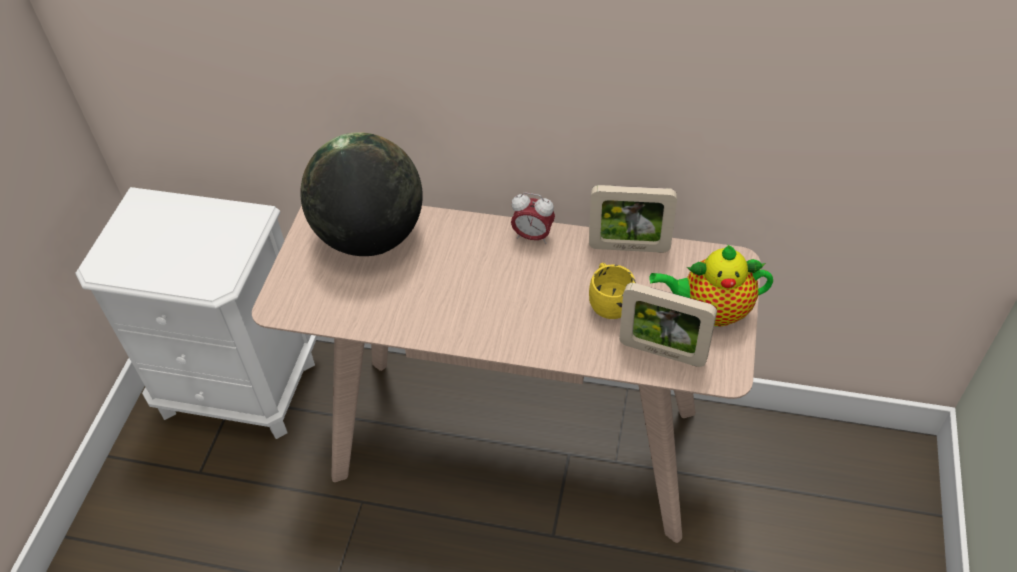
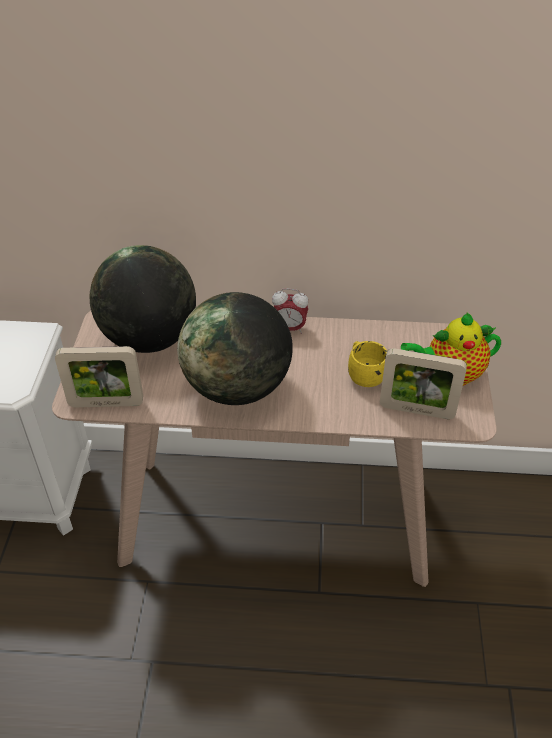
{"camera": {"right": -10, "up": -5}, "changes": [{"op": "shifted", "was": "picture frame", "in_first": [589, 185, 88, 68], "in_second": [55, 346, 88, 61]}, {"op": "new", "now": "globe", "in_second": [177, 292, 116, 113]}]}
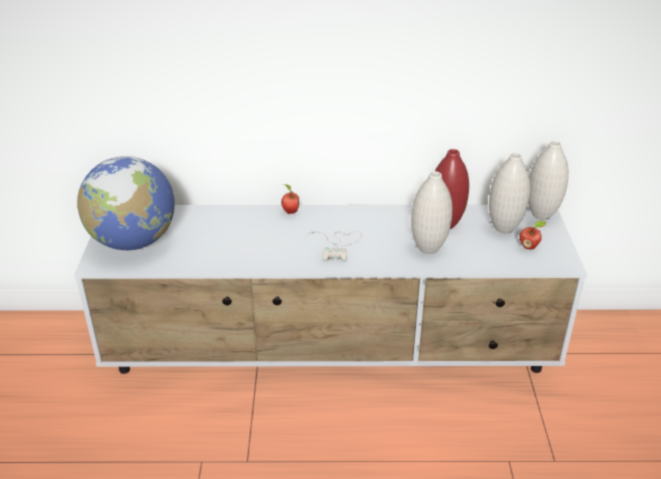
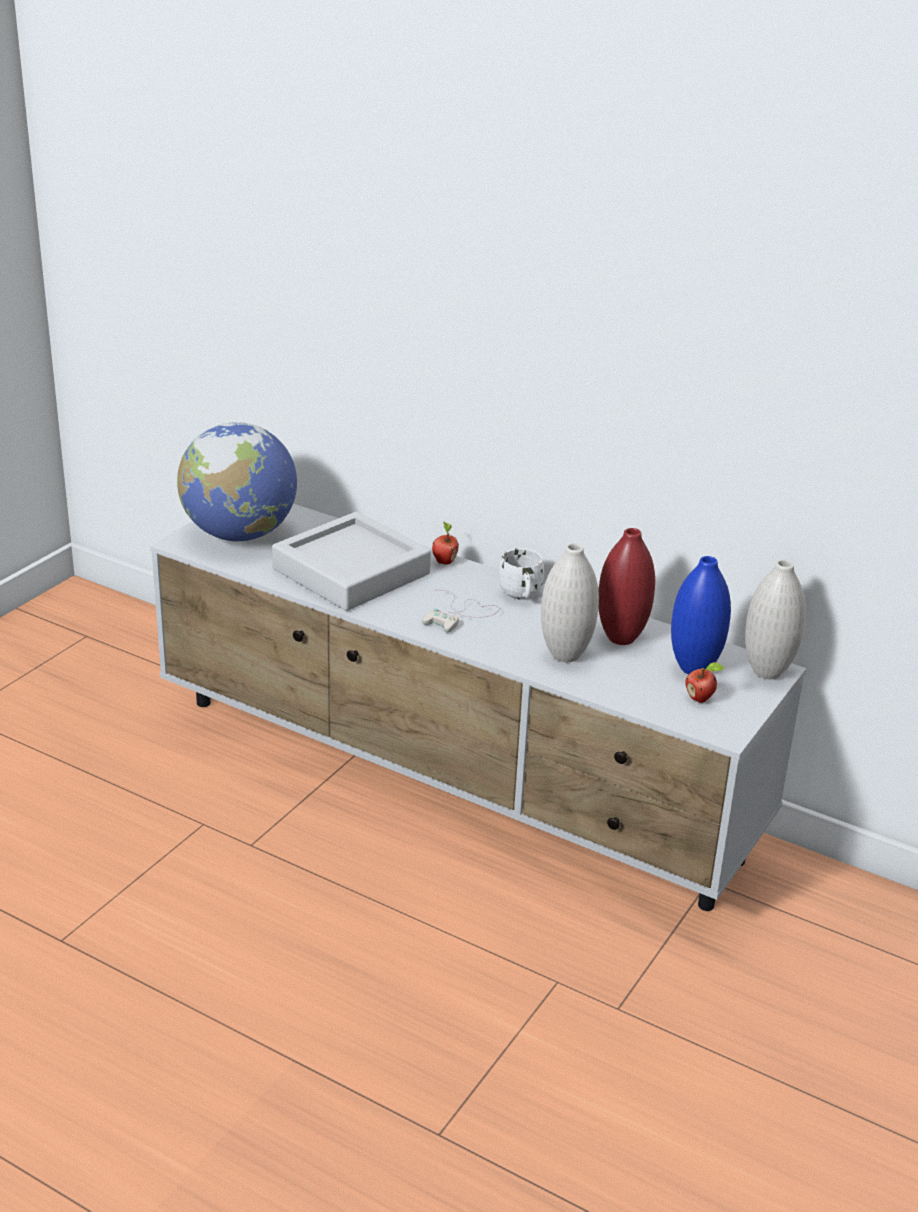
{"camera": {"right": 30, "up": -5}, "changes": [{"op": "new", "now": "grey carrying tray", "in_second": [272, 512, 159, 99]}, {"op": "new", "now": "whitish mug", "in_second": [499, 548, 45, 52]}, {"op": "repainted", "was": "whitish vase", "now": "bluish vase", "in_first": [489, 153, 41, 80], "in_second": [671, 556, 60, 118]}]}
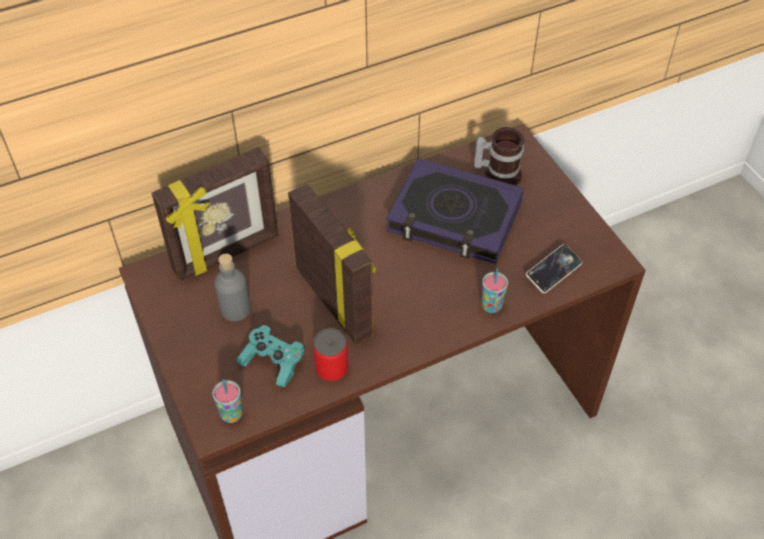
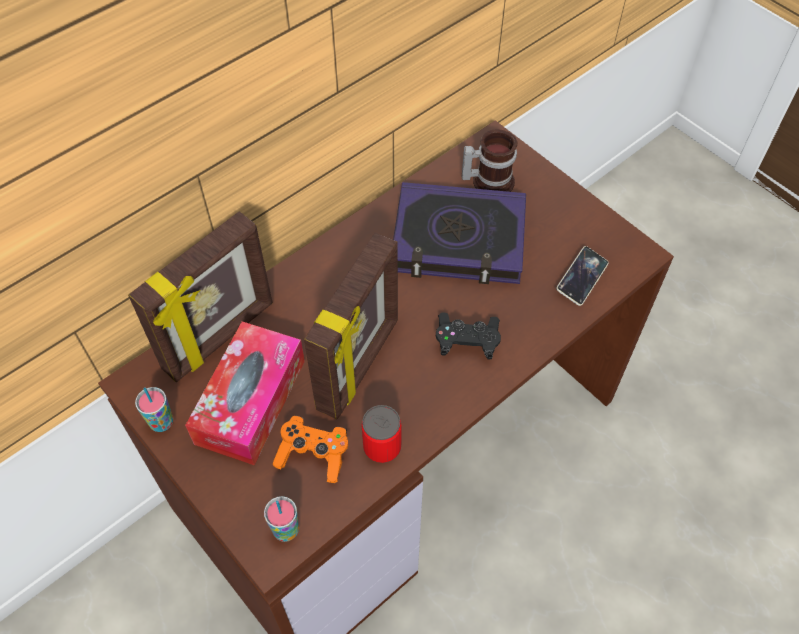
{"camera": {"right": -15, "up": 5}, "changes": [{"op": "shifted", "was": "small cup", "in_first": [482, 268, 26, 45], "in_second": [135, 387, 38, 45]}, {"op": "swapped", "was": "grey beverage bottle", "now": "tissue holder", "in_first": [214, 254, 37, 68], "in_second": [185, 321, 120, 144]}, {"op": "repainted", "was": "blue-green game controller", "now": "orange-coloured game controller", "in_first": [236, 325, 69, 62], "in_second": [272, 415, 76, 68]}, {"op": "rotated", "was": "picture frame", "in_first": [288, 184, 88, 160], "in_second": [304, 233, 94, 186], "clockwise": 75}, {"op": "new", "now": "black game controller", "in_second": [436, 312, 65, 48]}]}
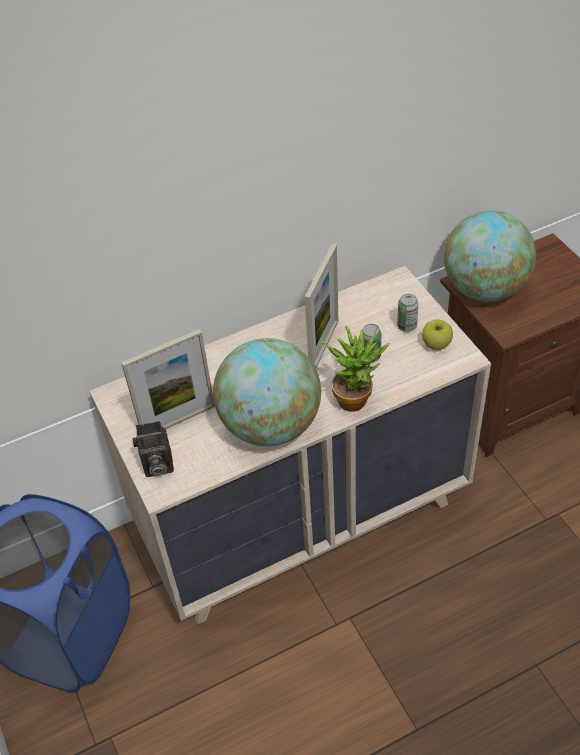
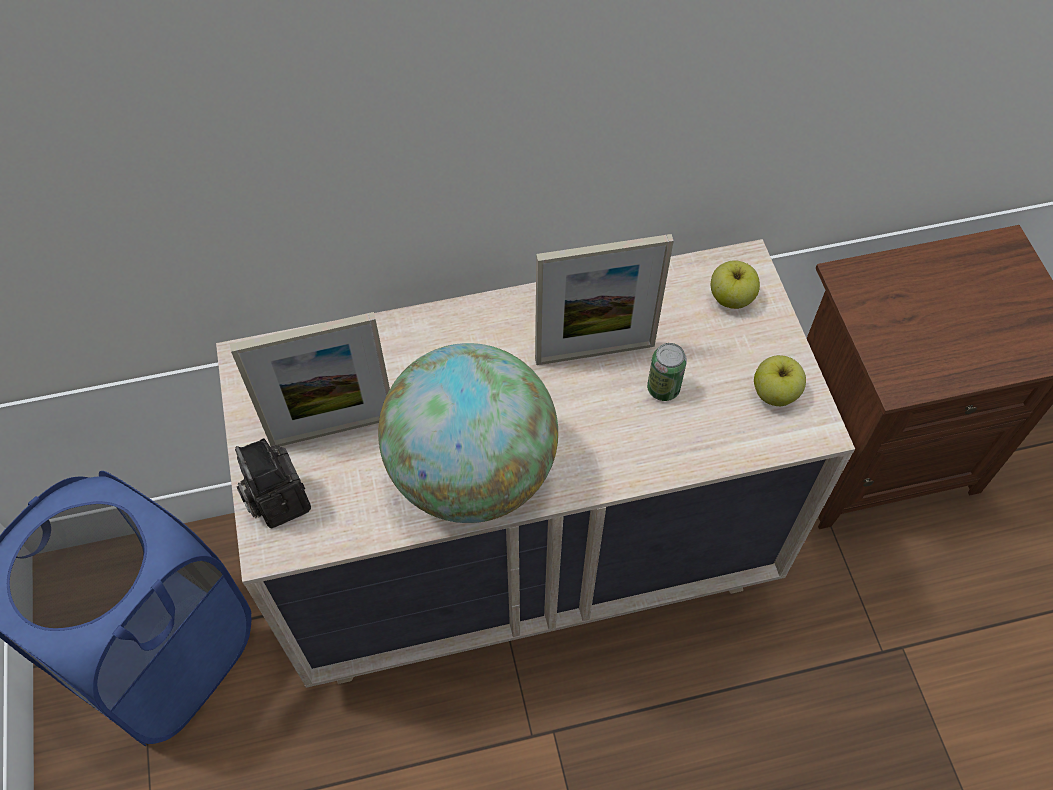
{"camera": {"right": 10, "up": 10}, "changes": [{"op": "rotated", "was": "still camera", "in_first": [133, 421, 41, 56], "in_second": [235, 438, 76, 90], "clockwise": 60}, {"op": "rotated", "was": "picture frame", "in_first": [305, 244, 33, 124], "in_second": [535, 234, 139, 131], "clockwise": 45}, {"op": "new", "now": "whole apple", "in_second": [711, 261, 49, 48]}, {"op": "gone", "was": "plant in a pot", "in_first": [320, 326, 69, 86]}, {"op": "gone", "was": "sealed can", "in_first": [397, 294, 22, 38]}, {"op": "gone", "was": "globe", "in_first": [444, 211, 92, 91]}]}
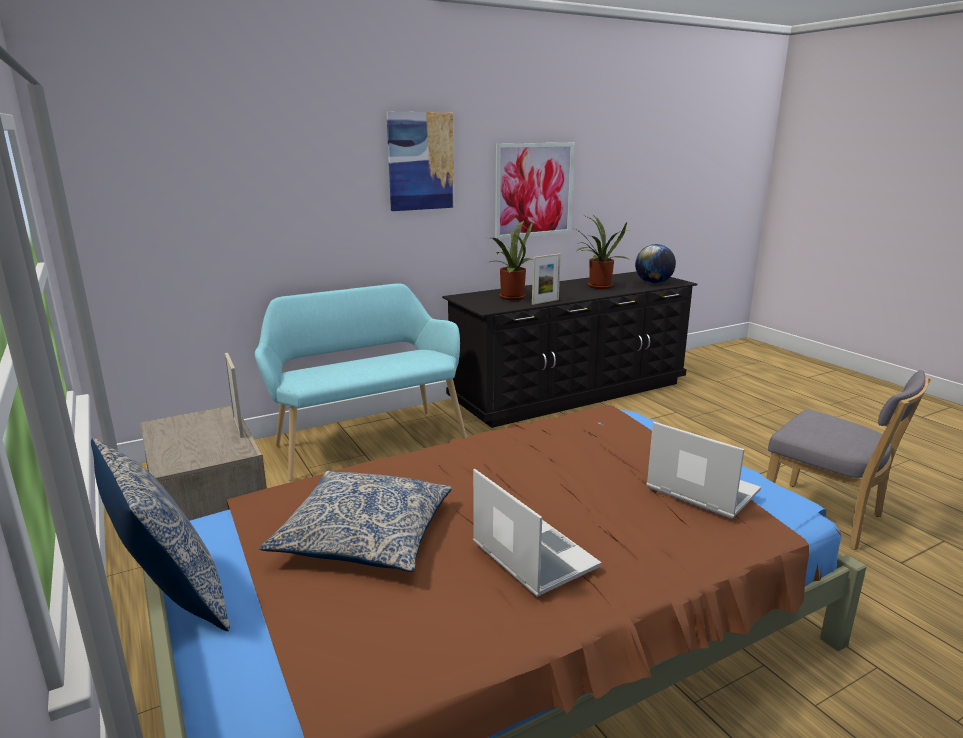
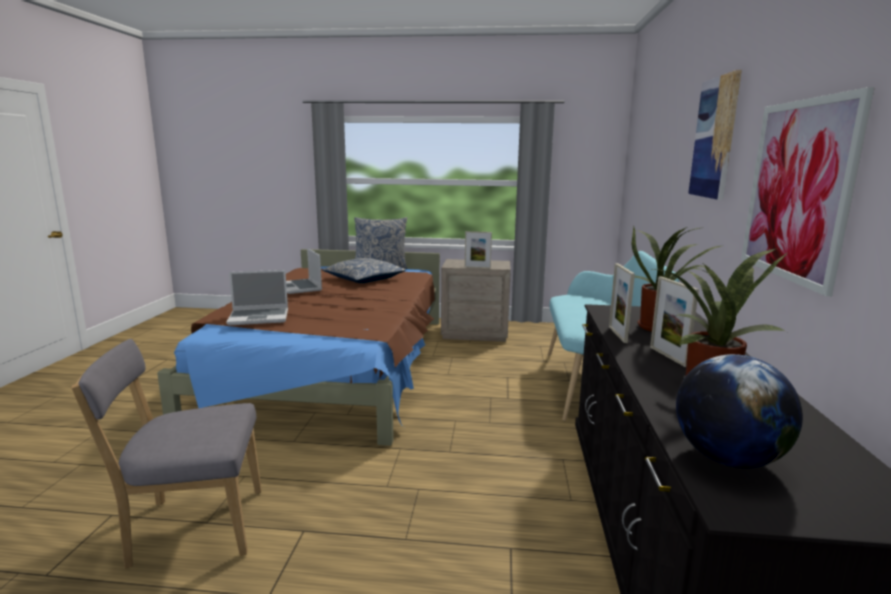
{"camera": {"right": 125, "up": -5}, "changes": [{"op": "rotated", "was": "laptop", "in_first": [473, 469, 129, 128], "in_second": [286, 248, 36, 46], "clockwise": 60}, {"op": "new", "now": "picture frame", "in_second": [650, 276, 49, 91]}]}
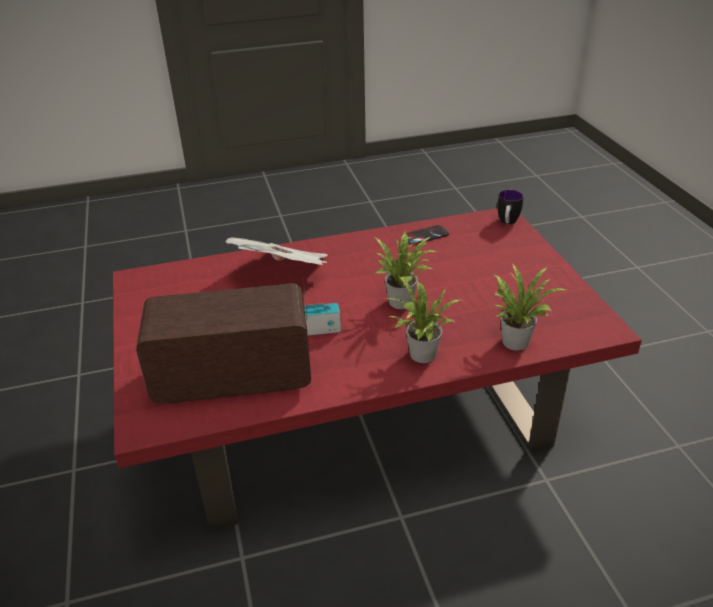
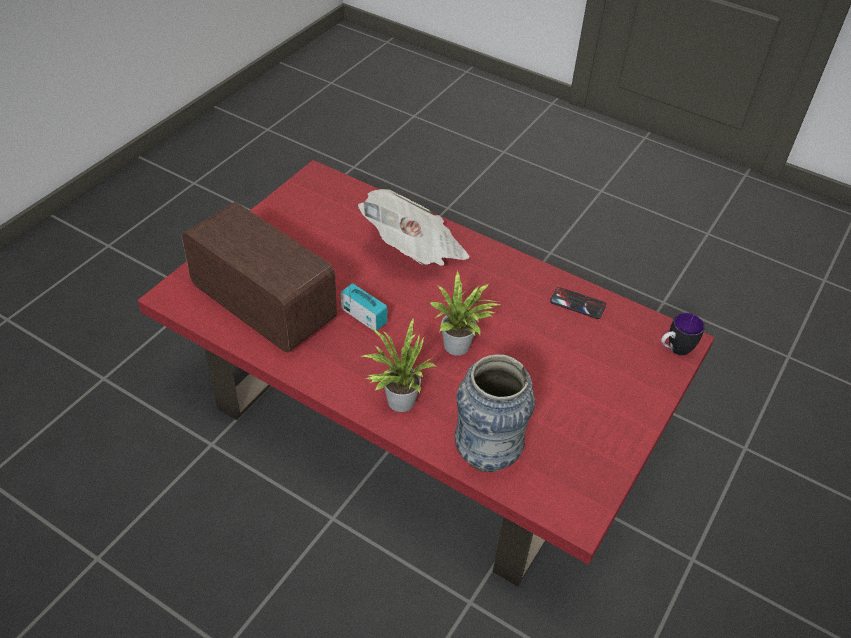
{"camera": {"right": 45, "up": 10}, "changes": [{"op": "swapped", "was": "plant in a pot", "now": "vase", "in_first": [493, 263, 74, 87], "in_second": [455, 354, 80, 118]}]}
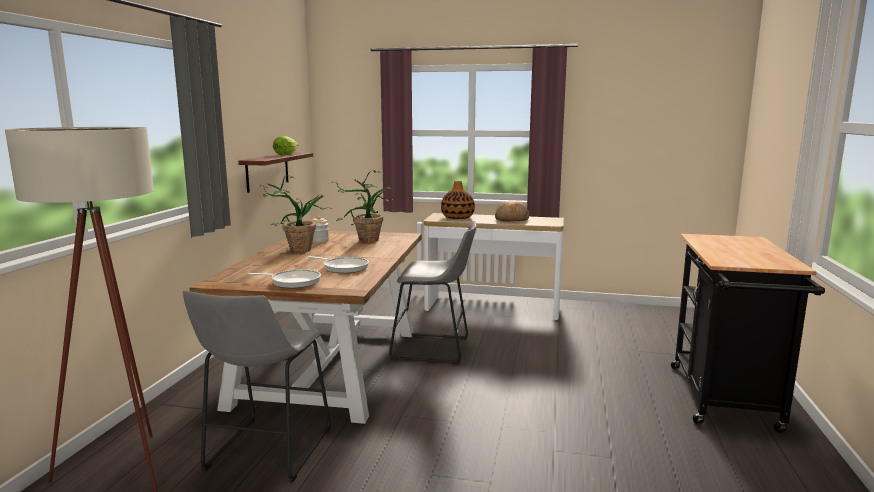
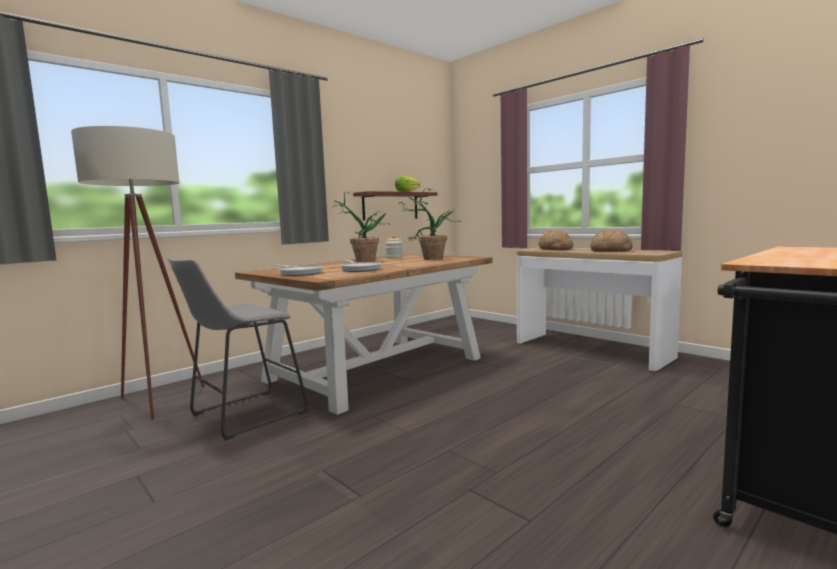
{"camera": {"right": 35, "up": -5}, "changes": [{"op": "swapped", "was": "vase", "now": "baked bread", "in_first": [441, 181, 34, 38], "in_second": [538, 230, 35, 20]}, {"op": "gone", "was": "grey sitting stool", "in_first": [389, 221, 88, 144]}]}
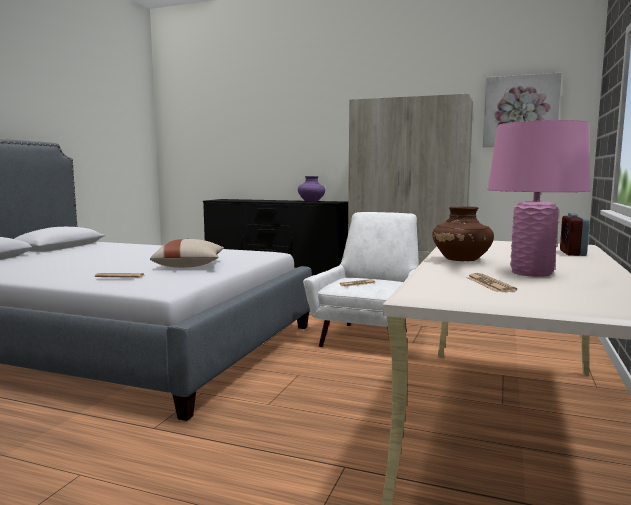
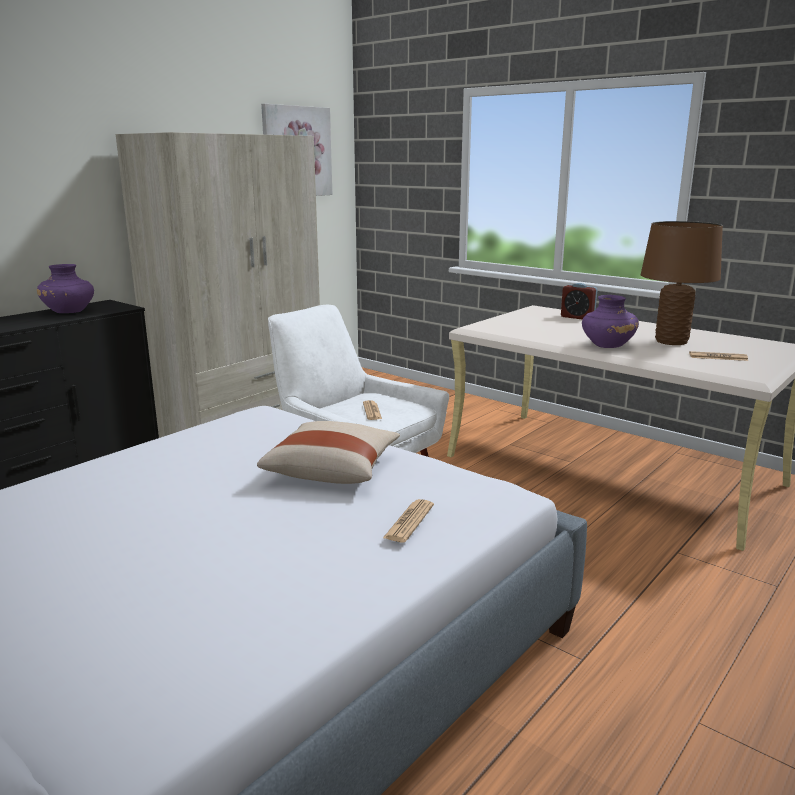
{"camera": {"right": -70, "up": 10}, "changes": [{"op": "repainted", "was": "brownish vase", "now": "purplish vase", "in_first": [432, 206, 62, 55], "in_second": [582, 295, 57, 53]}, {"op": "repainted", "was": "pink lamp for a table", "now": "brownish lamp for a table", "in_first": [488, 120, 102, 157], "in_second": [641, 221, 82, 124]}]}
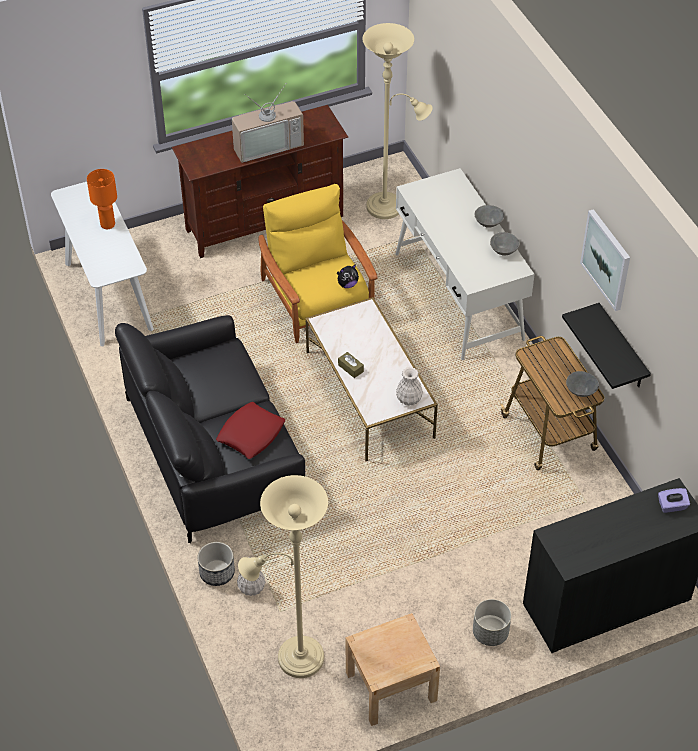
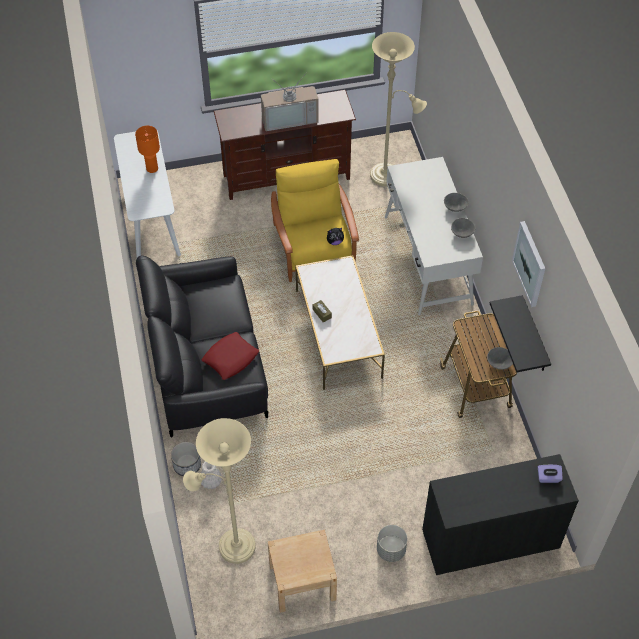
{"camera": {"right": 10, "up": 5}, "changes": [{"op": "gone", "was": "whitish vase", "in_first": [396, 367, 27, 39]}]}
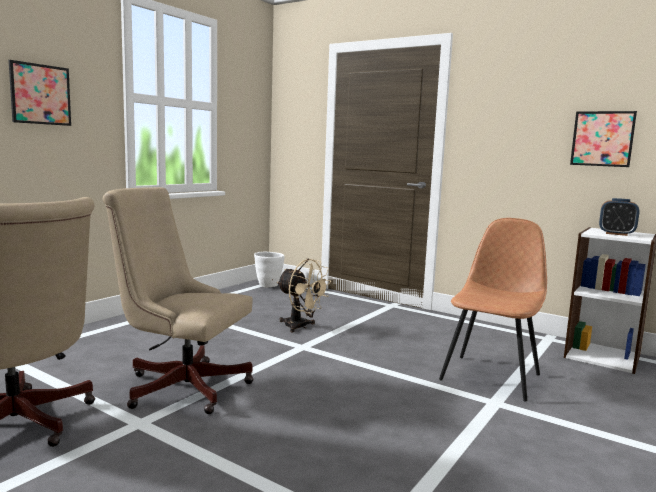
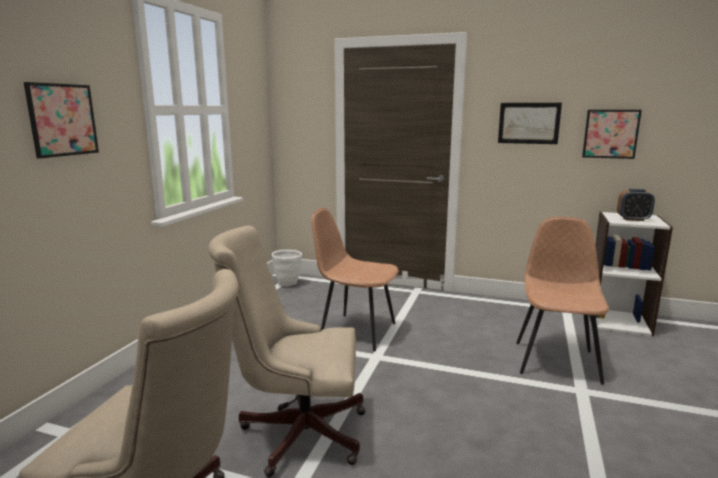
{"camera": {"right": -15, "up": 5}, "changes": [{"op": "swapped", "was": "beige fan", "now": "brownish upright chair", "in_first": [277, 259, 54, 74], "in_second": [311, 208, 88, 143]}, {"op": "new", "now": "wall picture", "in_second": [498, 103, 64, 41]}]}
